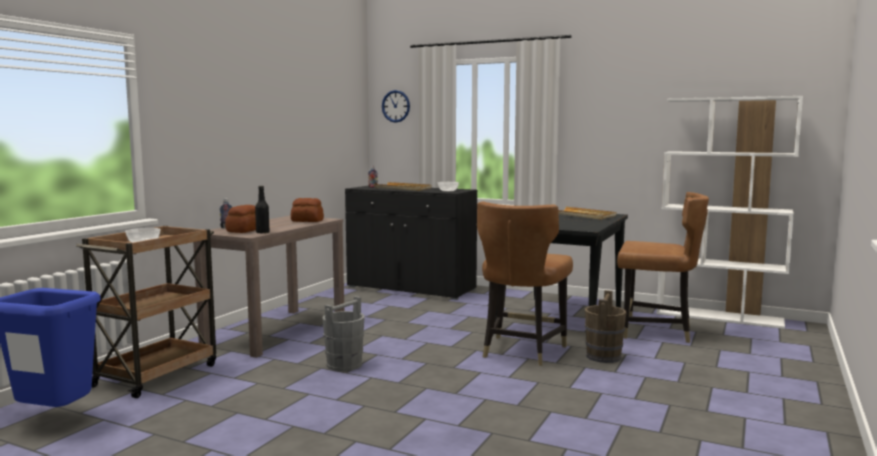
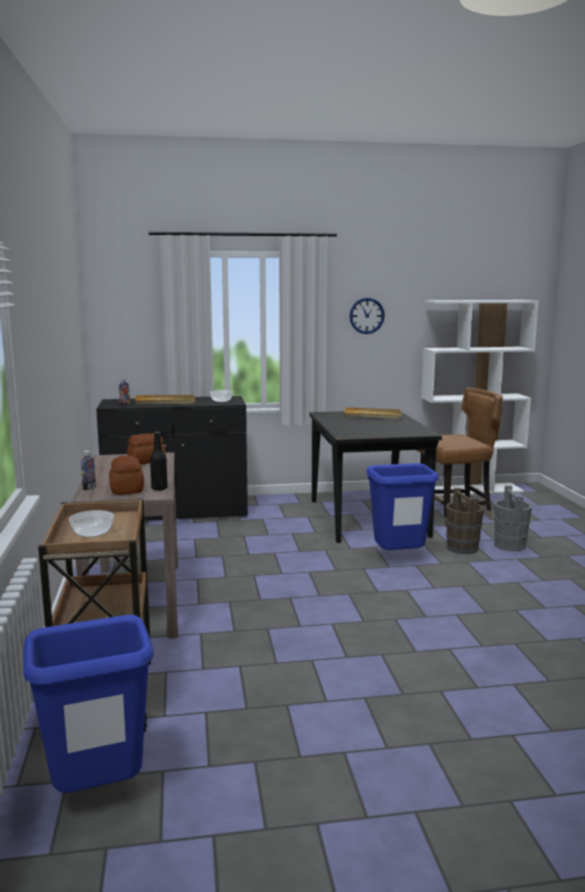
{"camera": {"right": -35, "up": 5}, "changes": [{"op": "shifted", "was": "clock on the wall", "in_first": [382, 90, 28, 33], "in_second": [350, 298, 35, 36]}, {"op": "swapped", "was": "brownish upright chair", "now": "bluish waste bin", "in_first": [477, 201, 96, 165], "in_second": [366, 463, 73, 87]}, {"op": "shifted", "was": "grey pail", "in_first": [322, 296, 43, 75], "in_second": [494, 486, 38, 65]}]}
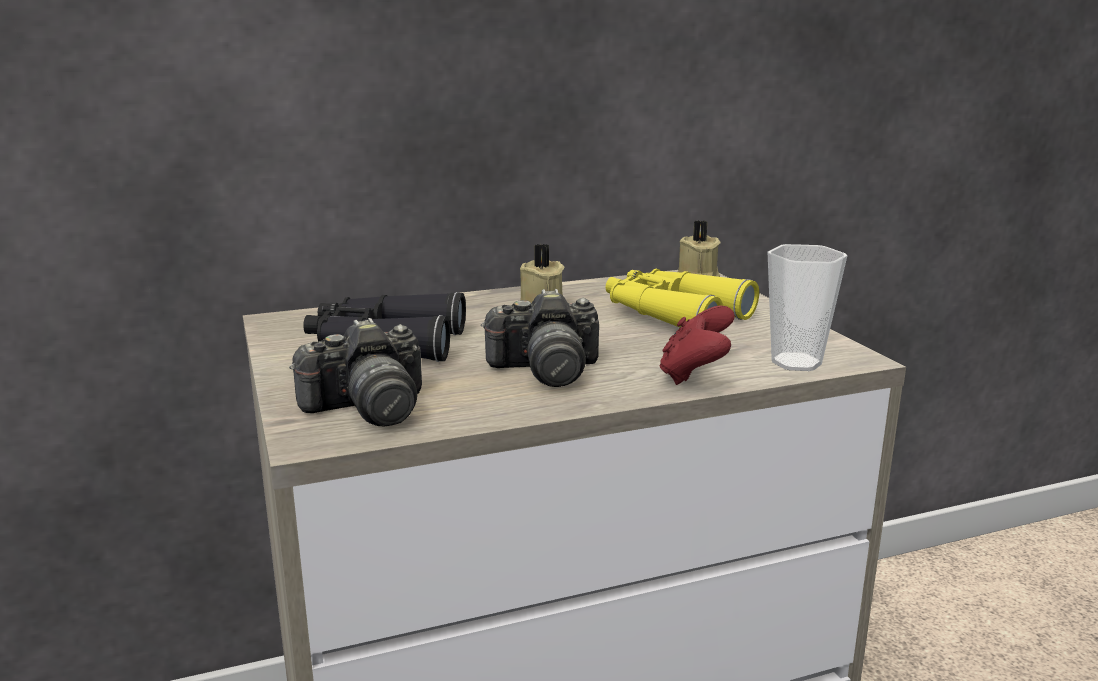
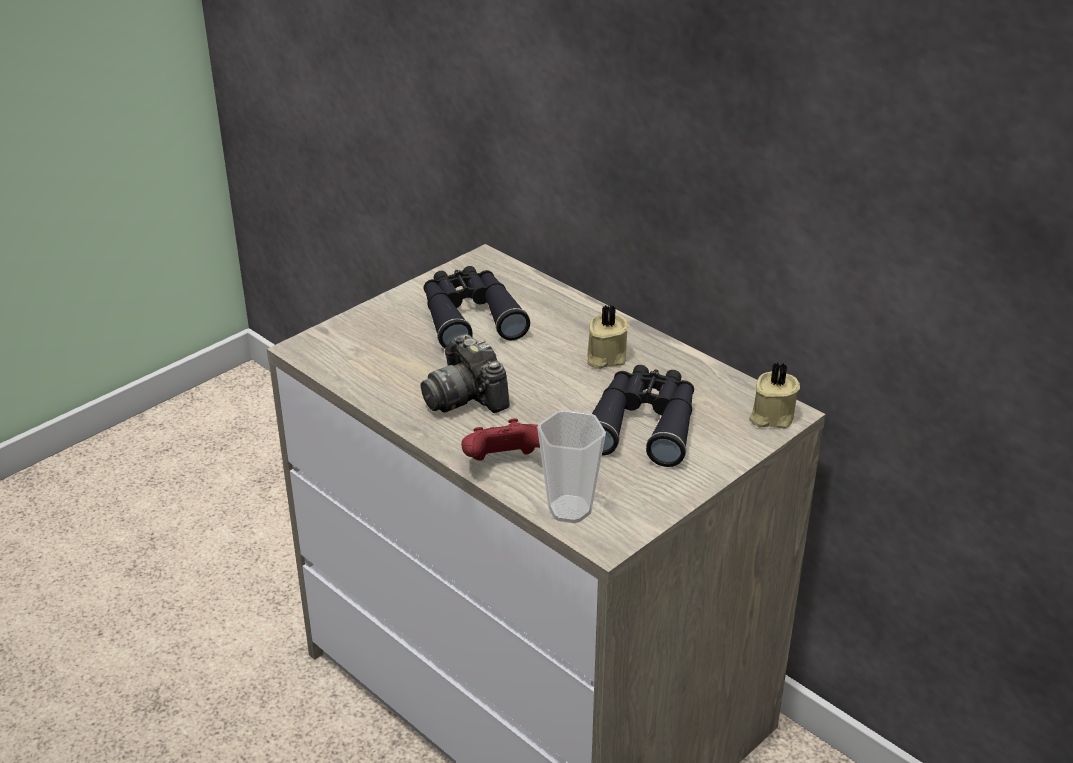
{"camera": {"right": 65, "up": 15}, "changes": [{"op": "repainted", "was": "yellow binoculars", "now": "black binoculars", "in_first": [606, 269, 153, 58], "in_second": [592, 365, 102, 102]}, {"op": "gone", "was": "still camera", "in_first": [289, 318, 133, 108]}]}
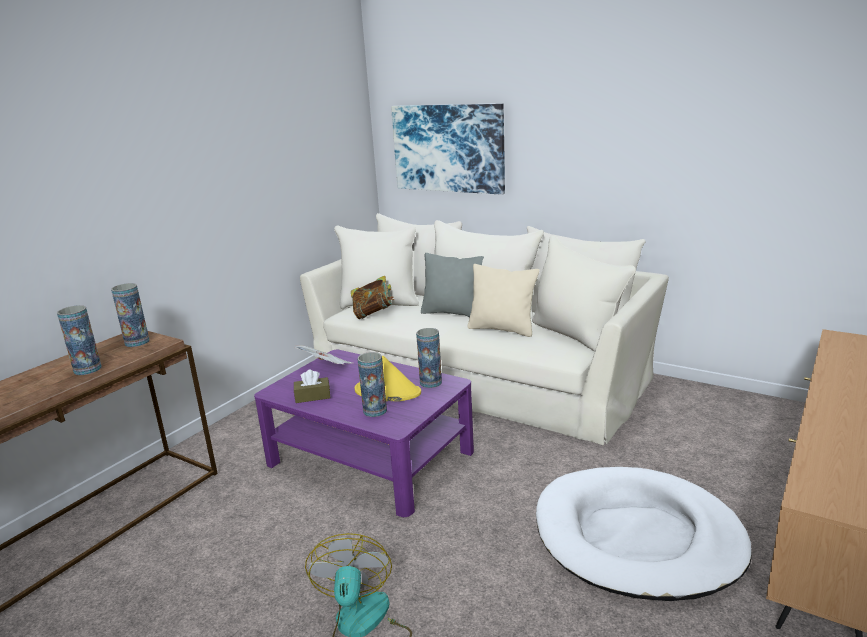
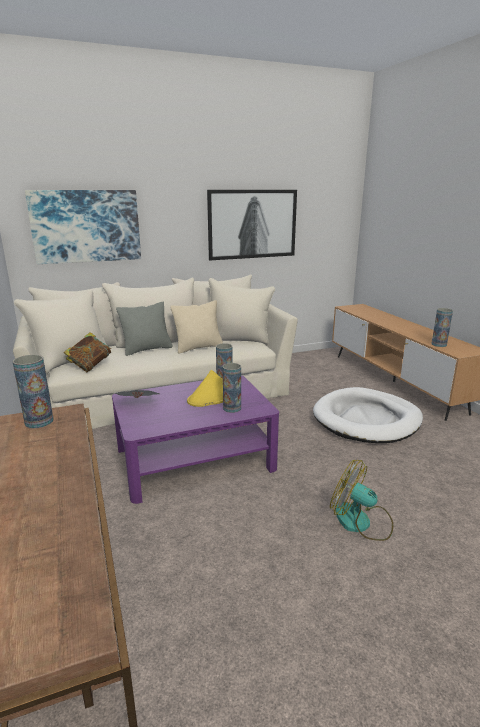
{"camera": {"right": -55, "up": 0}, "changes": [{"op": "new", "now": "wall picture", "in_second": [207, 190, 90, 70]}, {"op": "shifted", "was": "vase", "in_first": [57, 305, 45, 70], "in_second": [431, 308, 22, 39]}, {"op": "gone", "was": "brownish tissue holder", "in_first": [294, 369, 36, 34]}]}
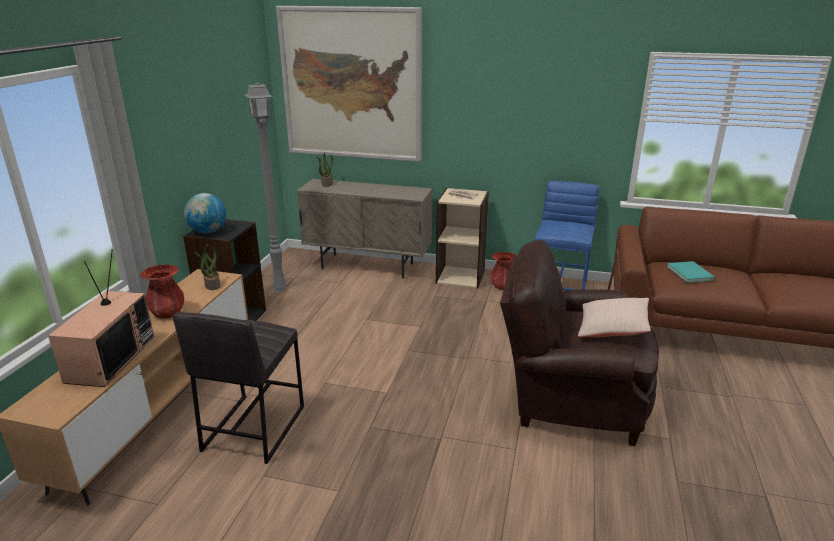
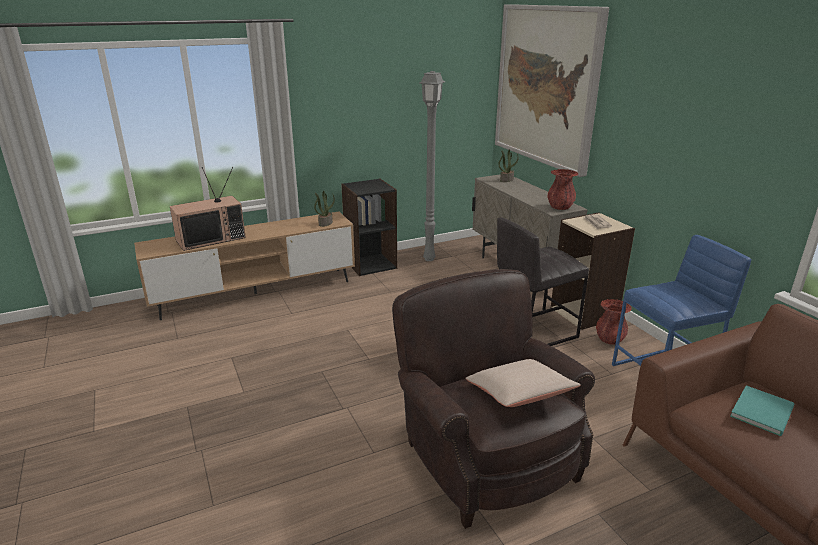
{"camera": {"right": 50, "up": 0}, "changes": [{"op": "shifted", "was": "grey sitting stool", "in_first": [173, 312, 131, 152], "in_second": [497, 217, 92, 129]}, {"op": "shifted", "was": "reddish vase", "in_first": [140, 264, 44, 55], "in_second": [548, 169, 31, 41]}, {"op": "gone", "was": "globe", "in_first": [184, 193, 42, 40]}]}
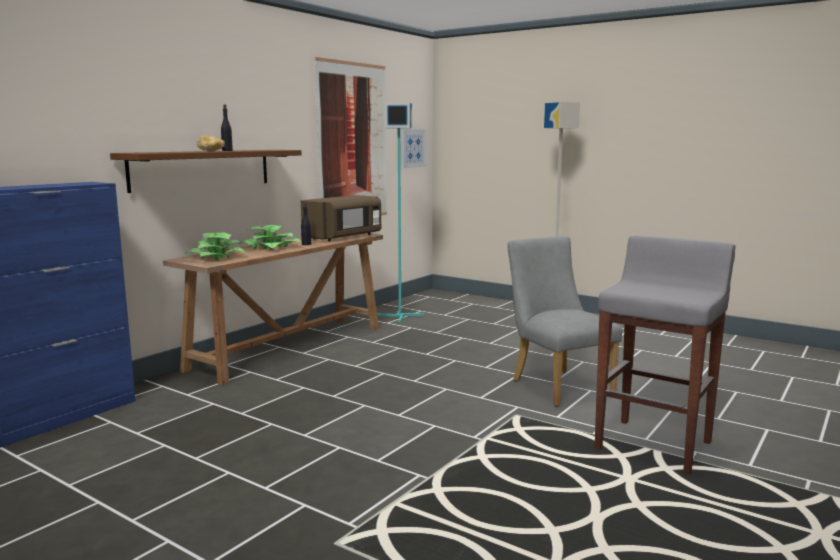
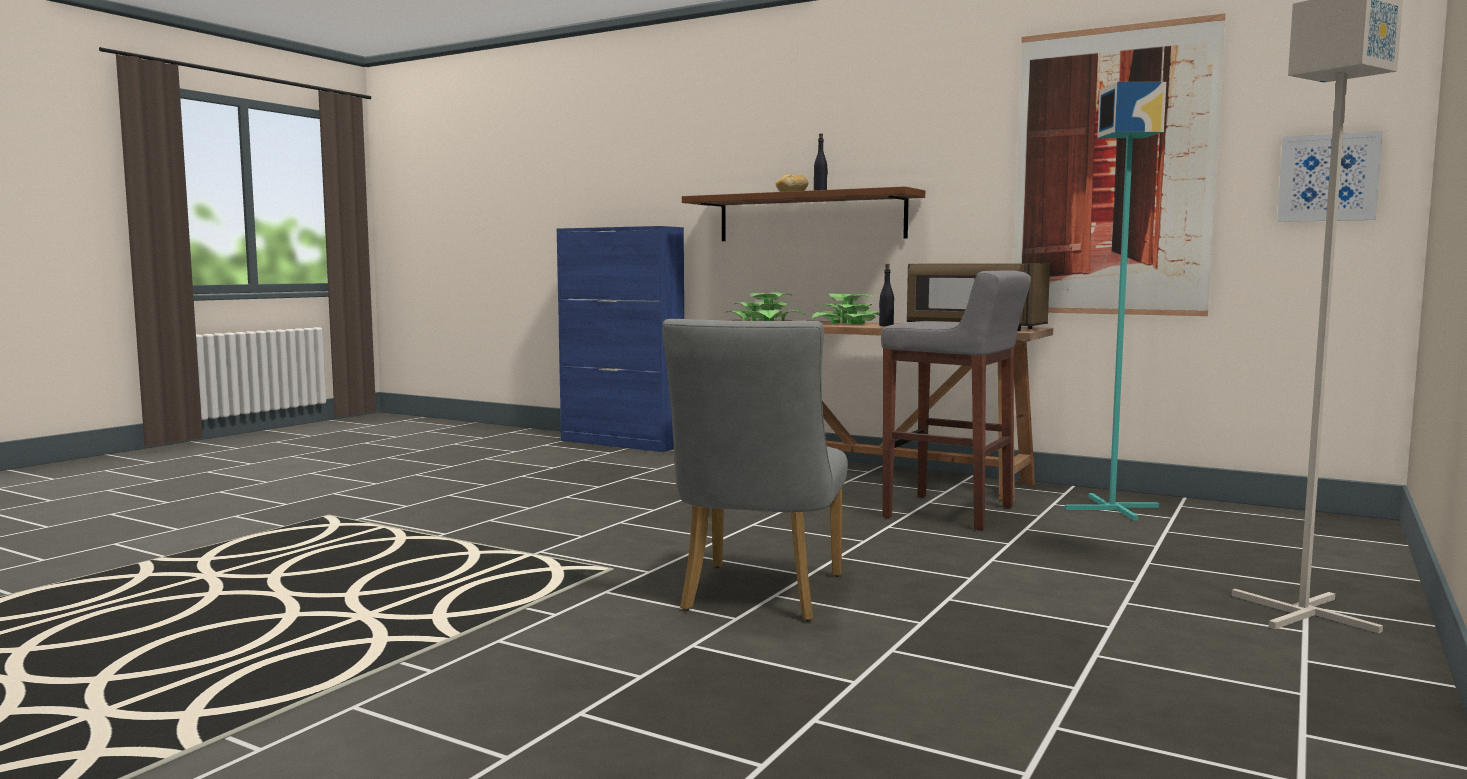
{"camera": {"right": 85, "up": -5}, "changes": [{"op": "rotated", "was": "grey upright chair", "in_first": [507, 236, 115, 171], "in_second": [662, 319, 186, 302], "clockwise": 135}, {"op": "shifted", "was": "grey sitting stool", "in_first": [595, 235, 141, 239], "in_second": [881, 270, 150, 260]}]}
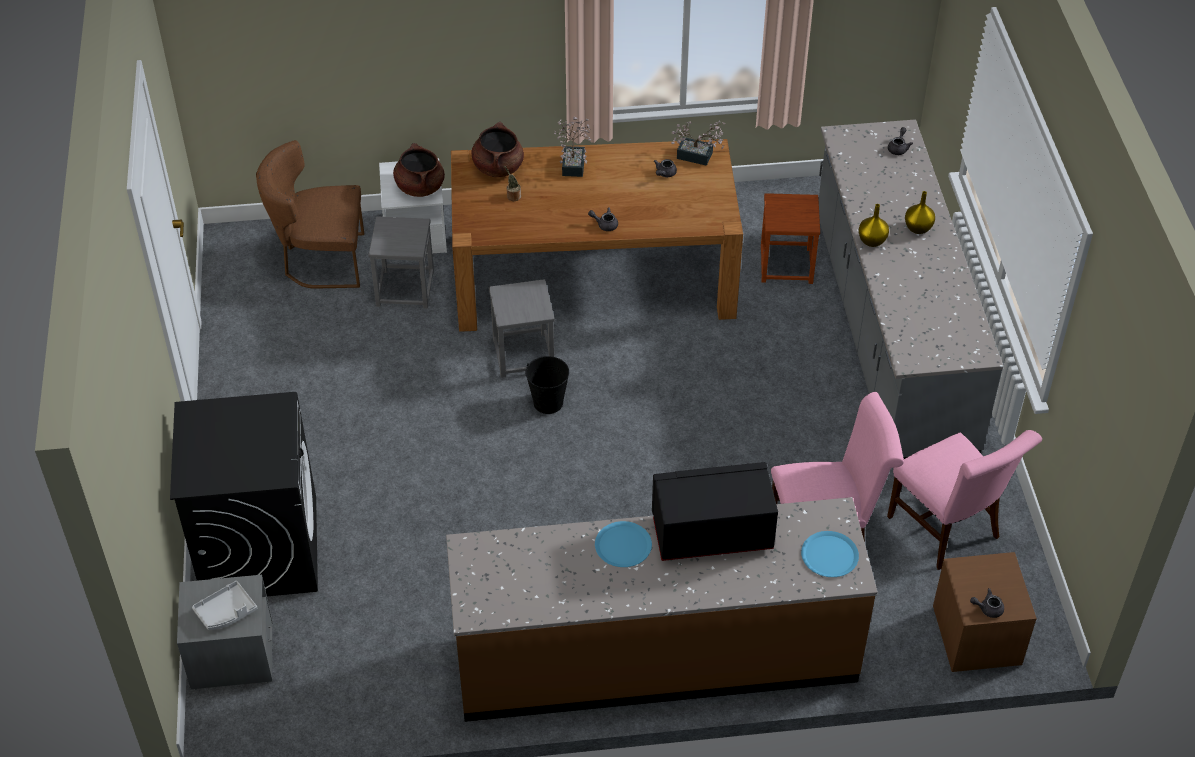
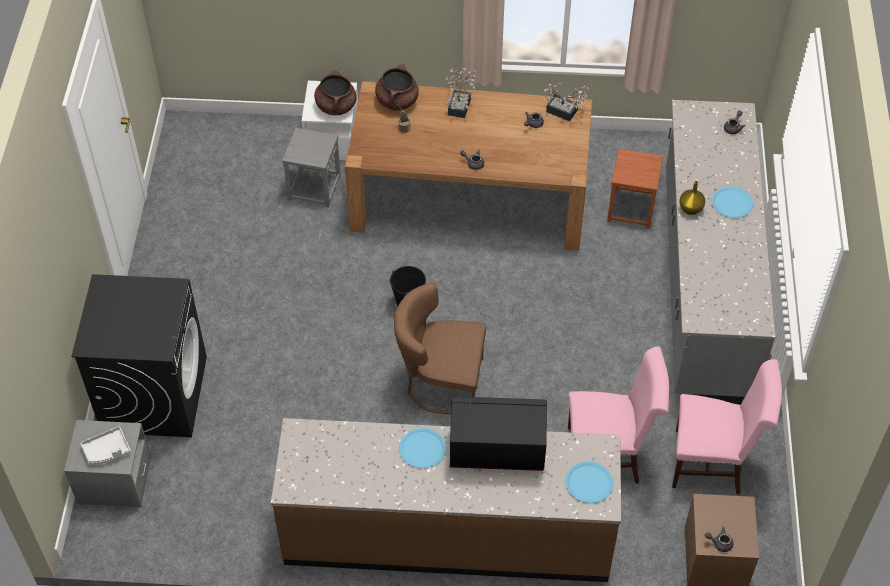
{"camera": {"right": 10, "up": 5}, "changes": [{"op": "shifted", "was": "brownish upright chair", "in_first": [256, 140, 108, 149], "in_second": [394, 282, 92, 133]}, {"op": "rotated", "was": "pink upright chair", "in_first": [887, 430, 155, 140], "in_second": [672, 359, 110, 136], "clockwise": -60}, {"op": "swapped", "was": "yellow vase", "now": "bluish flat dish", "in_first": [905, 191, 30, 43], "in_second": [712, 186, 41, 32]}, {"op": "gone", "was": "grey sitting stool", "in_first": [489, 279, 66, 99]}]}
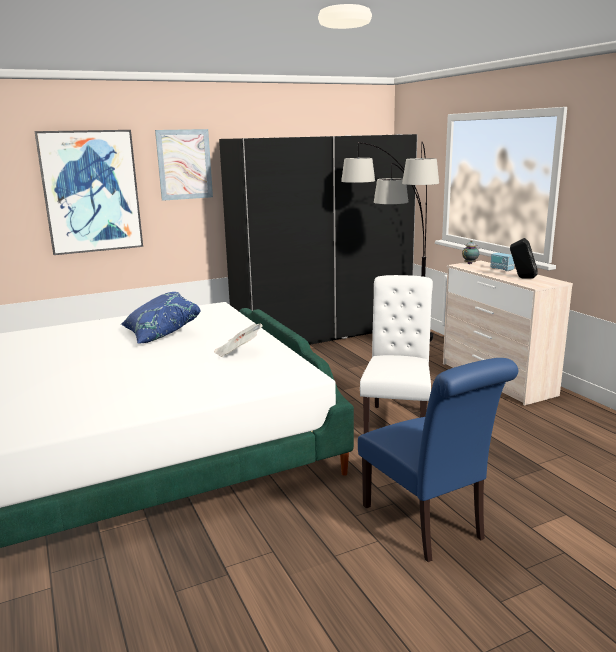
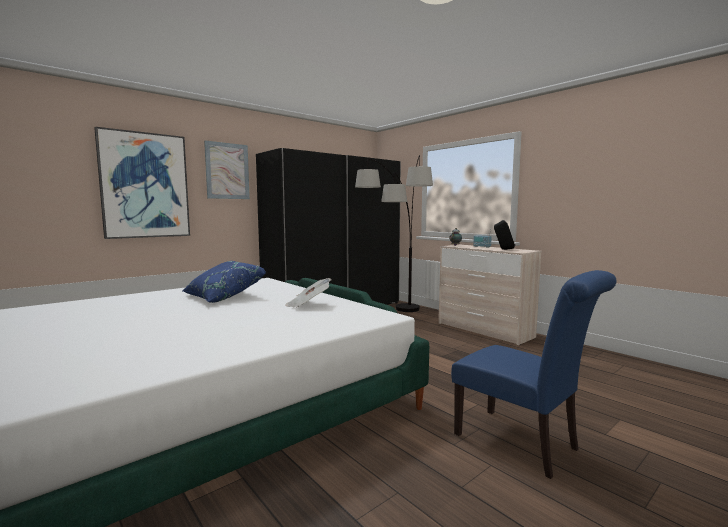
{"camera": {"right": -15, "up": -10}, "changes": [{"op": "gone", "was": "whitish upright chair", "in_first": [360, 275, 73, 159]}]}
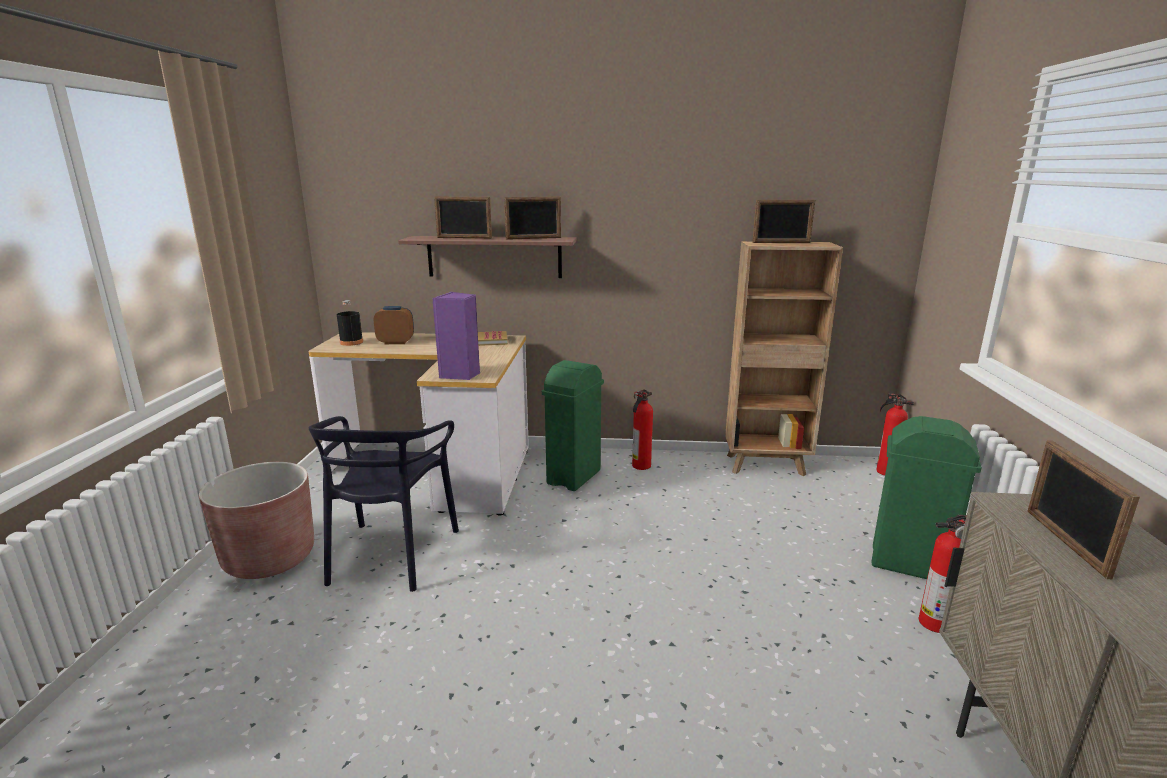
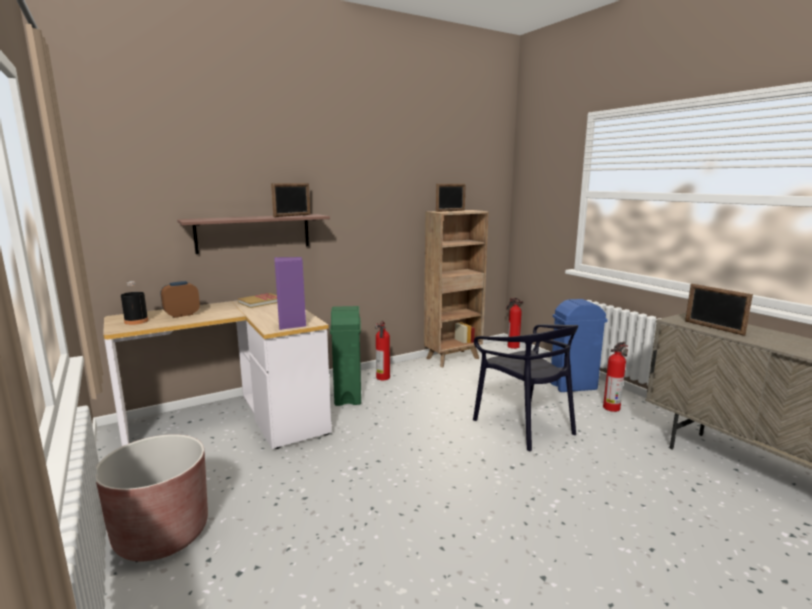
{"camera": {"right": -35, "up": -5}, "changes": [{"op": "shifted", "was": "black upright chair", "in_first": [309, 416, 150, 176], "in_second": [473, 324, 105, 127]}, {"op": "repainted", "was": "green waste bin", "now": "bluish waste bin", "in_first": [871, 416, 111, 163], "in_second": [551, 299, 57, 93]}, {"op": "gone", "was": "picture frame", "in_first": [434, 197, 58, 42]}]}
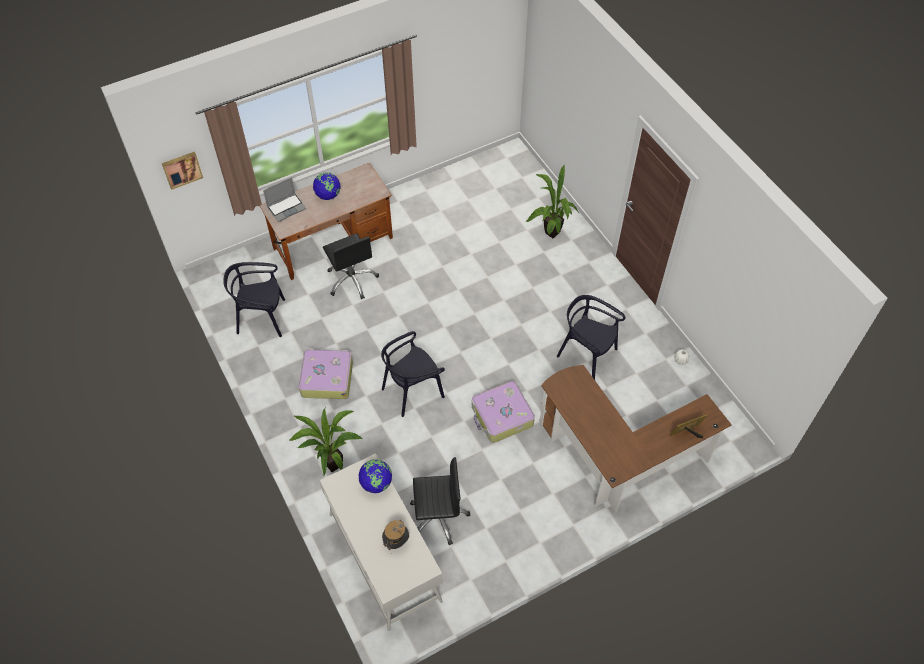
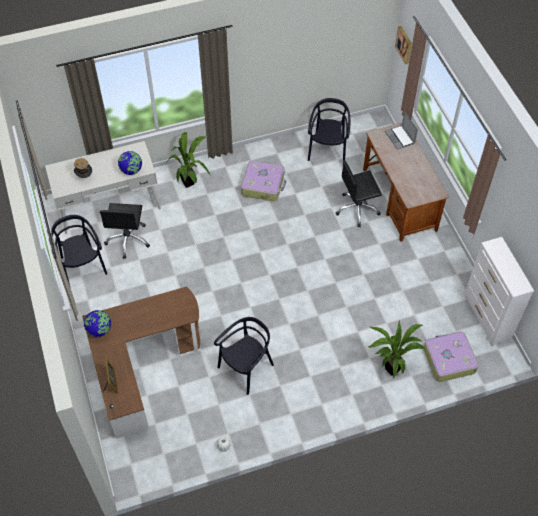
{"camera": {"right": 100, "up": 0}, "changes": [{"op": "shifted", "was": "black upright chair", "in_first": [381, 331, 64, 86], "in_second": [51, 215, 56, 70]}, {"op": "shifted", "was": "globe", "in_first": [313, 172, 28, 28], "in_second": [84, 310, 27, 27]}, {"op": "shifted", "was": "piece of luggage", "in_first": [472, 381, 63, 62], "in_second": [423, 331, 56, 51]}, {"op": "new", "now": "whitish dresser", "in_second": [464, 237, 70, 110]}]}
